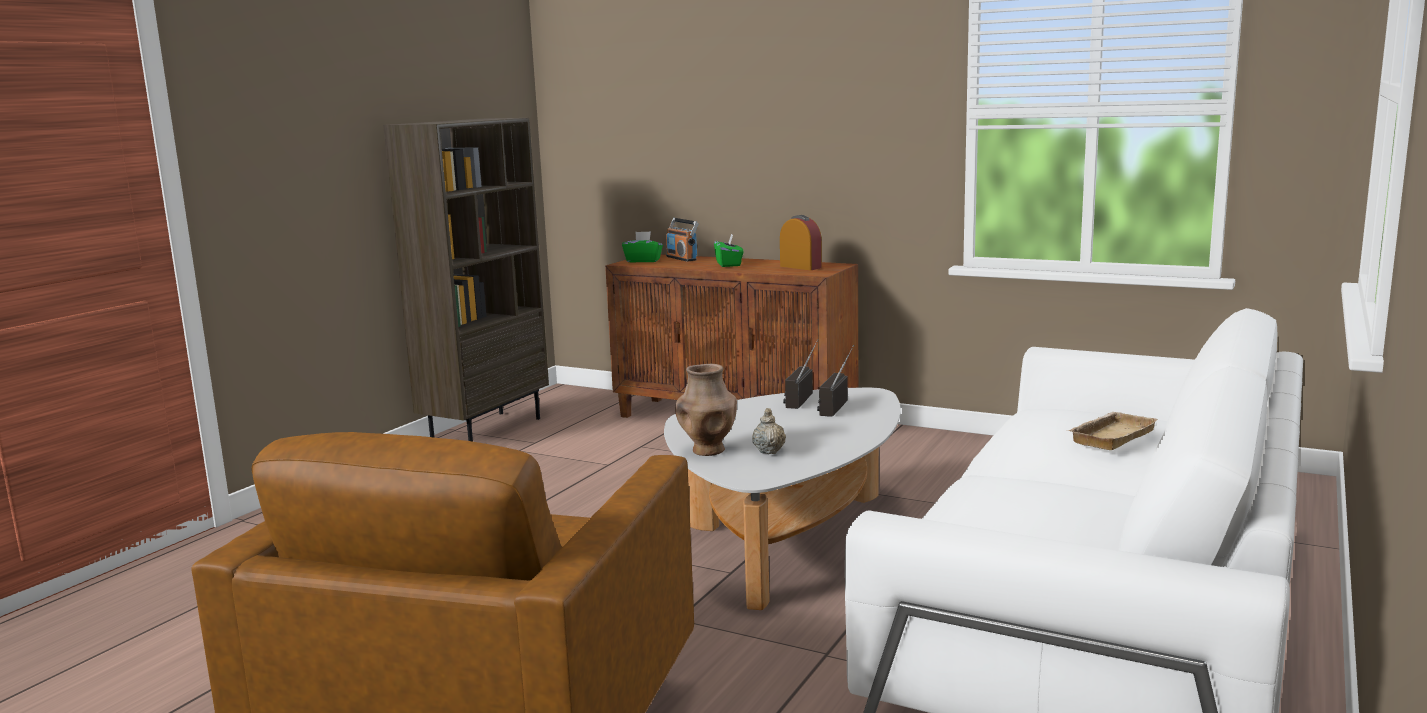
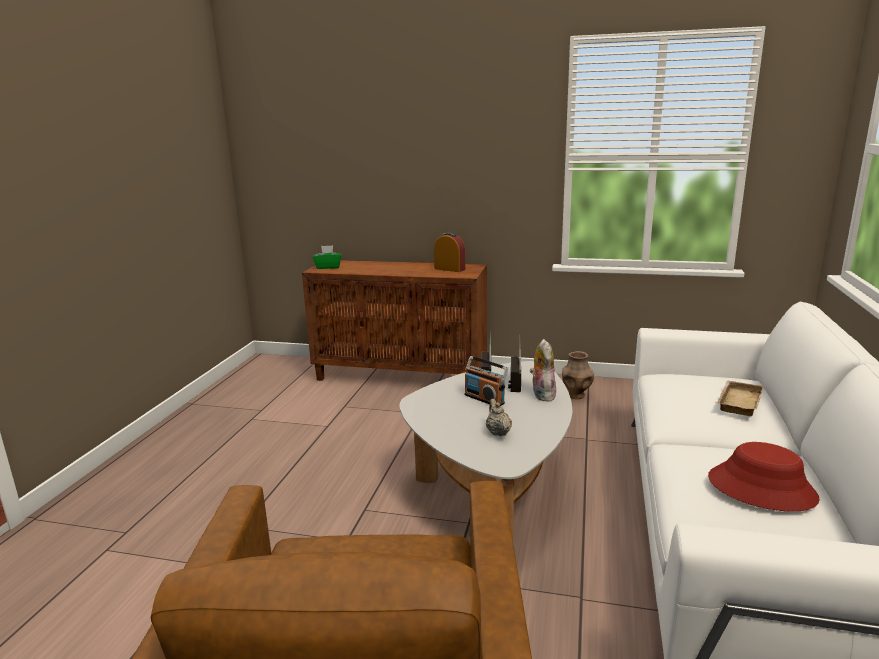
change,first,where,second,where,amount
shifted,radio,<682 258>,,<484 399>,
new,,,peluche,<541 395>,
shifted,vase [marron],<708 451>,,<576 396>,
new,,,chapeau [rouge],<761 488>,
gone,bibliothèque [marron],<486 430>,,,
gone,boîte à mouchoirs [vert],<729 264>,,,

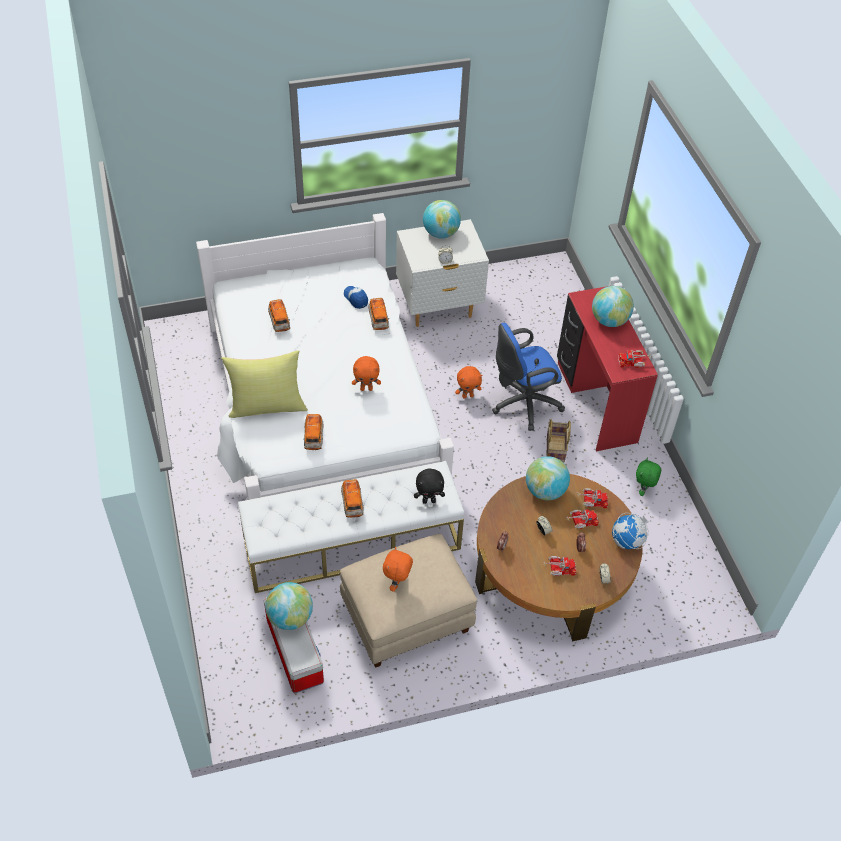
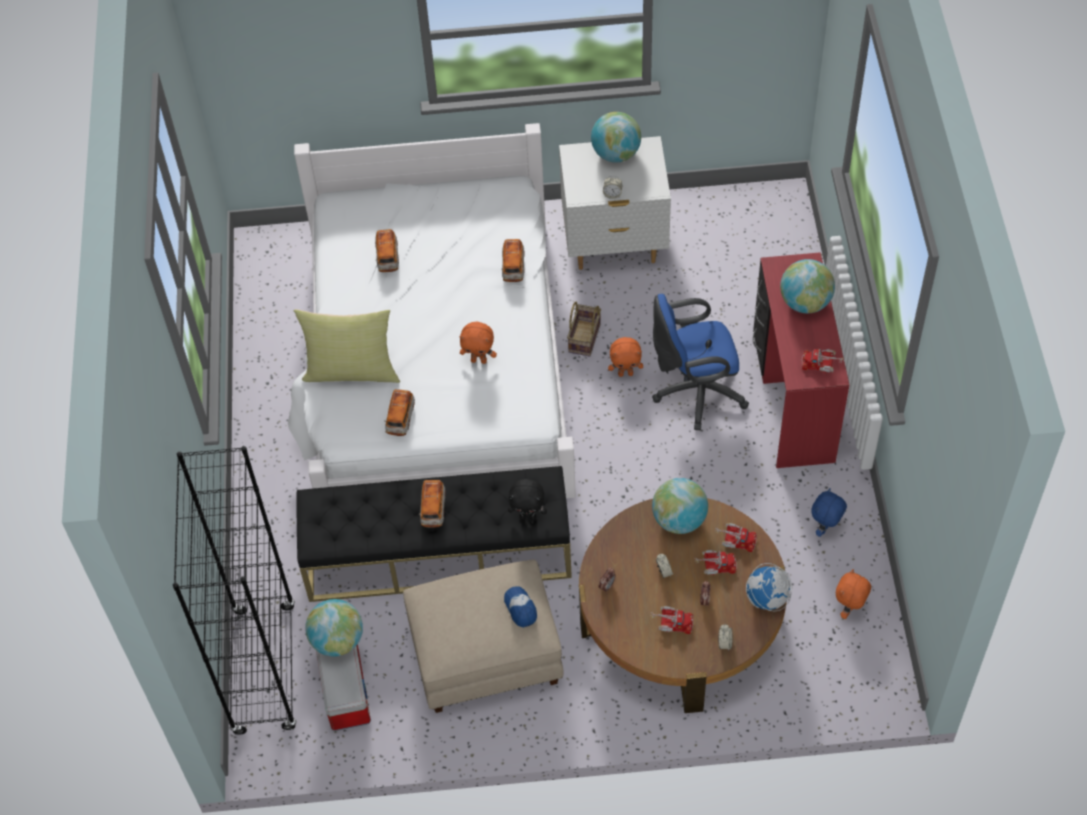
change,first,where,second,where,amount
new,,,bibliothèque [noir],<264 669>,
repainted,banc [blanc],<352 543>,banc [noir],<438 554>,
shifted,casquette,<356 299>,,<521 608>,
shifted,panier,<556 449>,,<585 339>,
repainted,peluche [vert],<643 490>,peluche [bleu],<825 528>,
shifted,peluche [orange],<397 583>,,<849 609>,

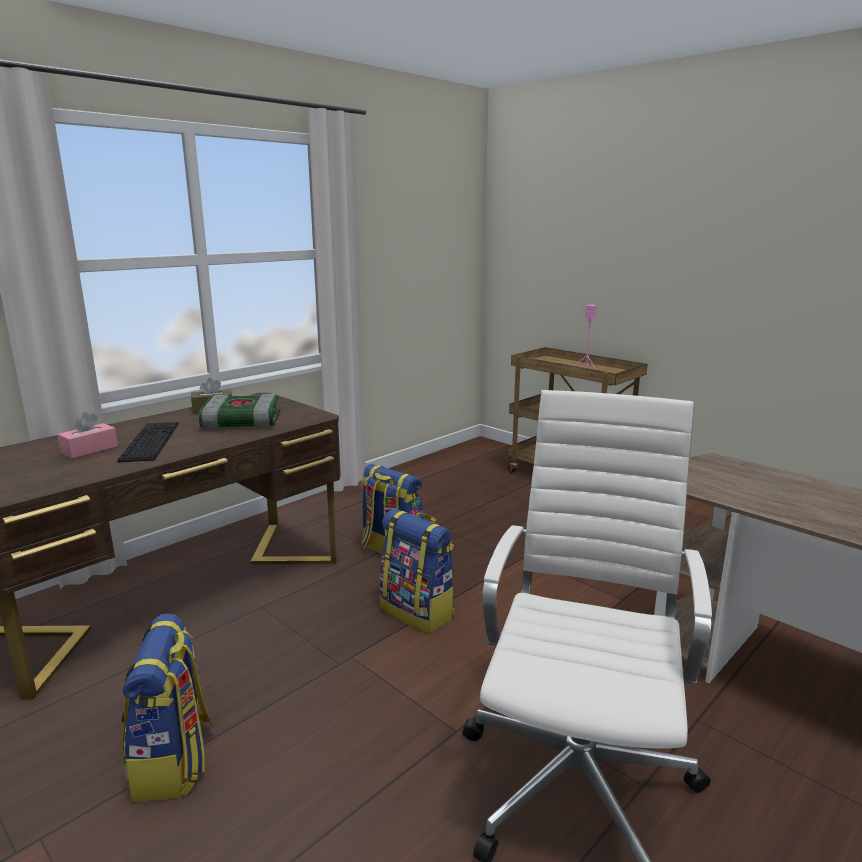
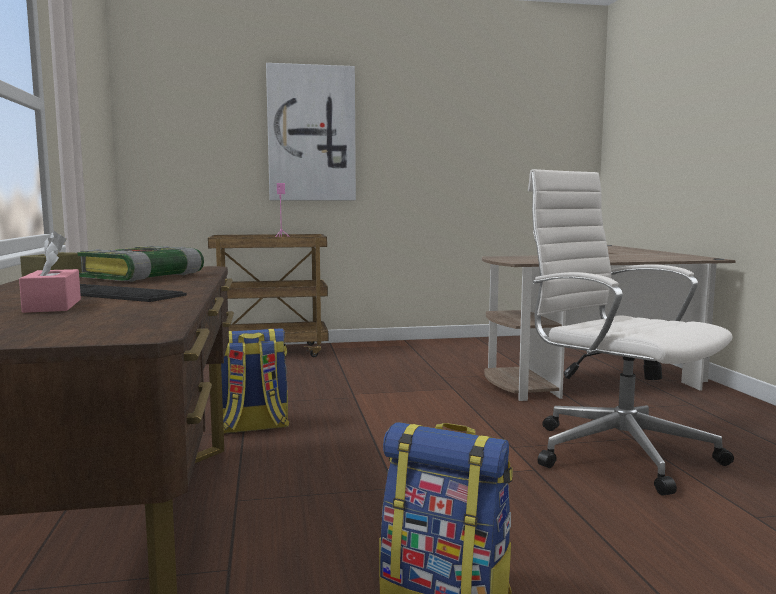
change,first,where,second,where,amount
new,,,tableau,<311 133>,
gone,sac à dos,<418 612>,,,

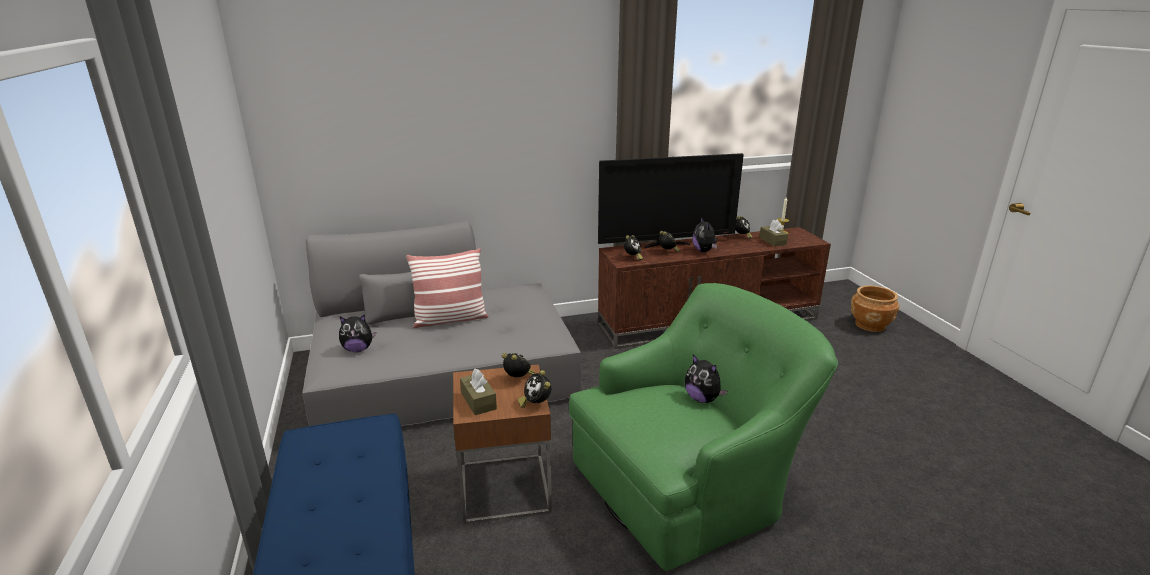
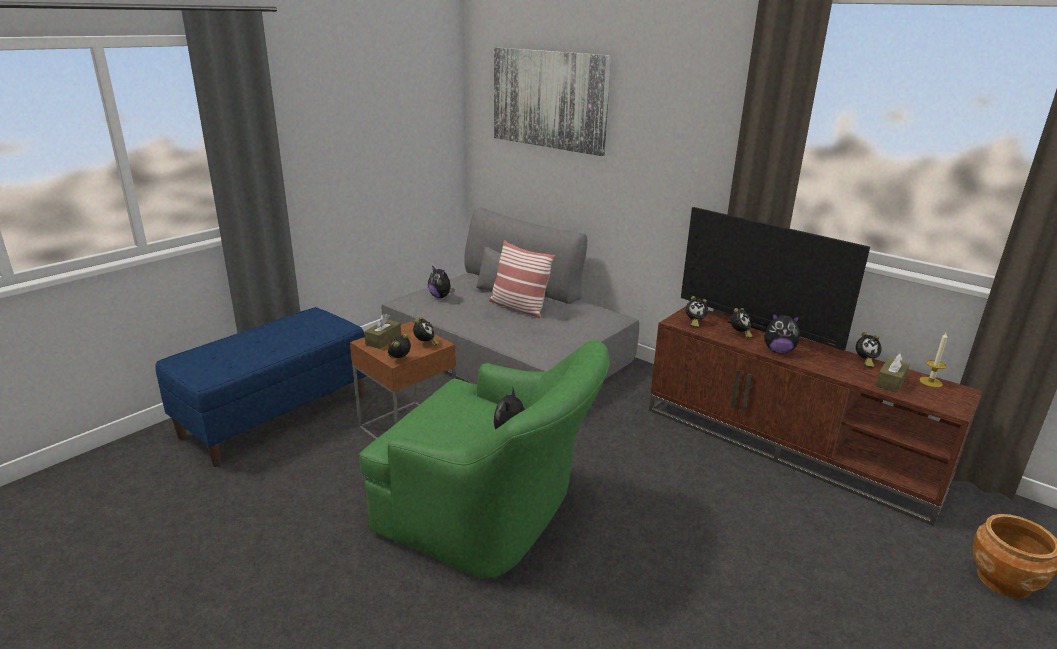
change,first,where,second,where,amount
new,,,tableau,<549 99>,
rotated,peluche,<704 251>,,<778 351>,120 degrees counterclockwise

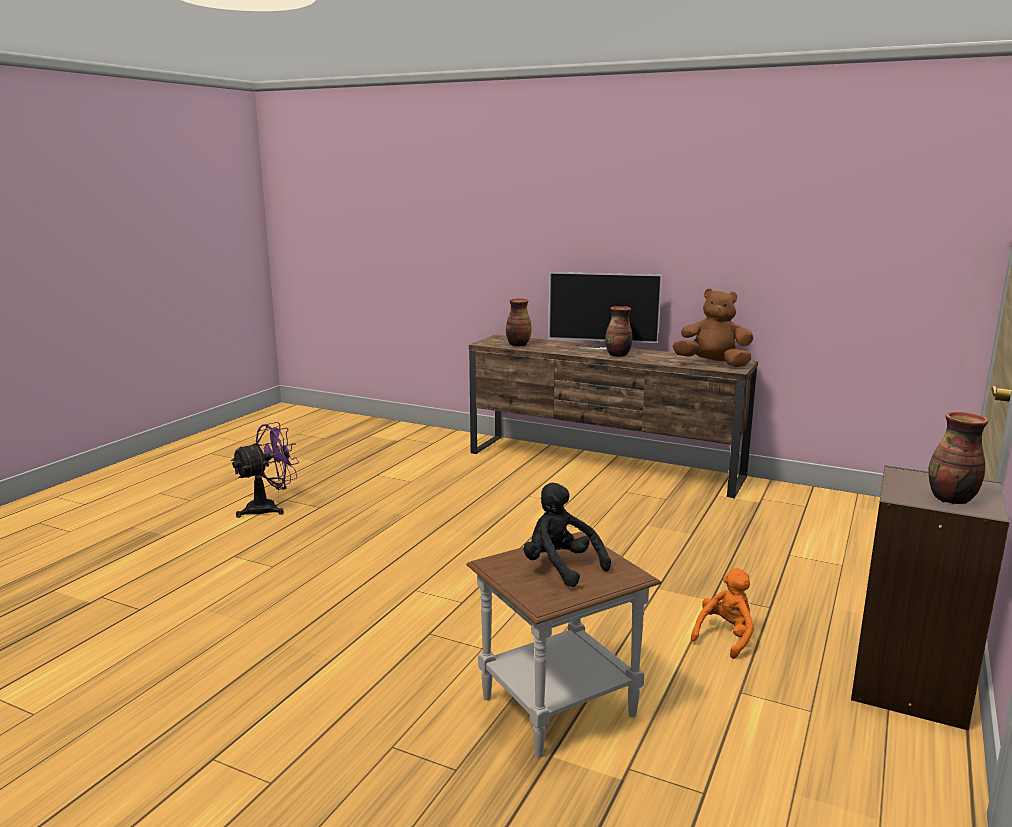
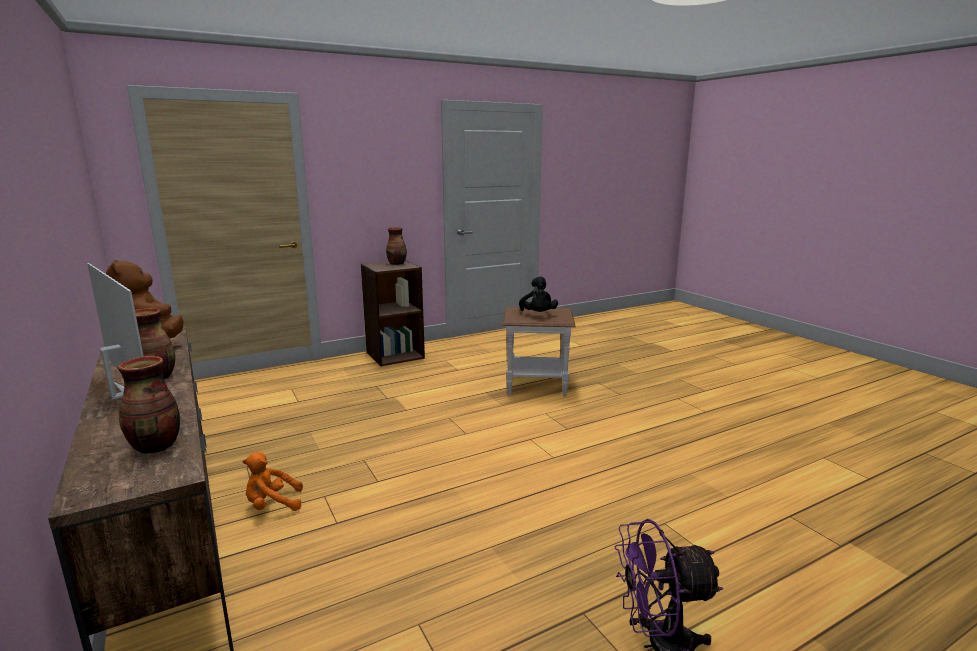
change,first,where,second,where,amount
shifted,peluche [orange],<725 637>,,<272 505>,

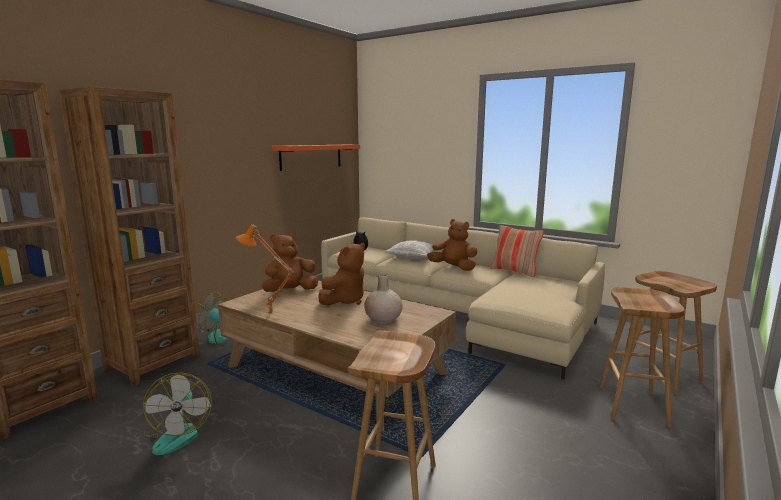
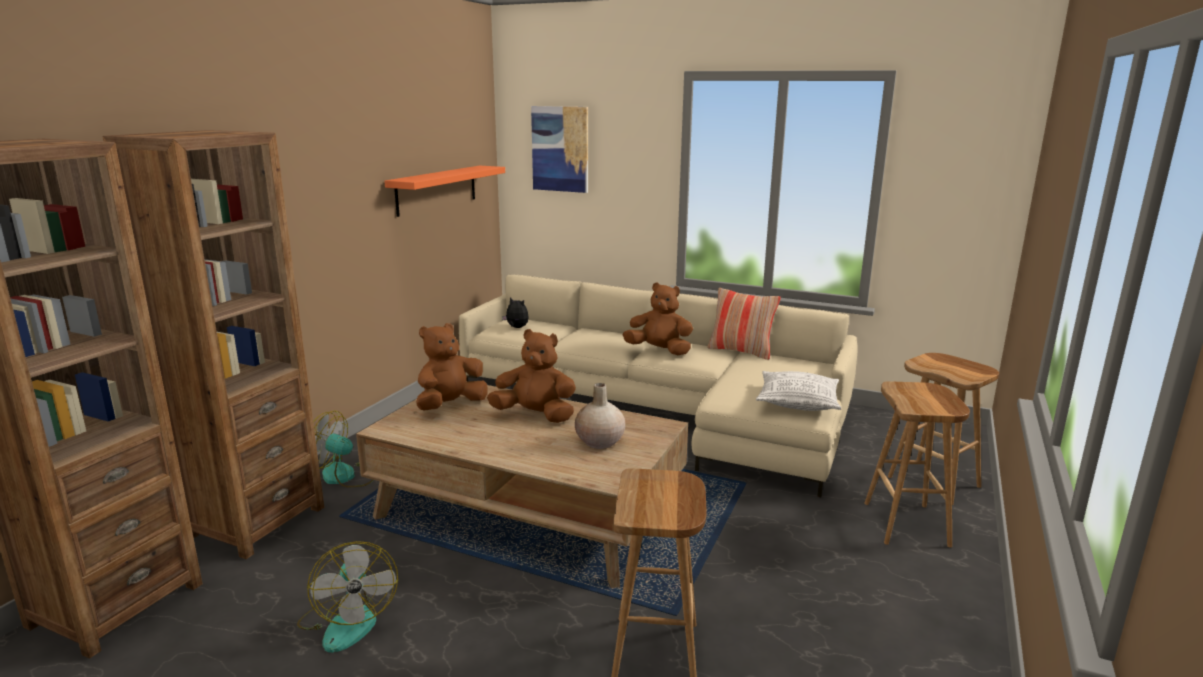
change,first,where,second,where,amount
rotated,peluche [marron],<345 300>,,<535 415>,105 degrees counterclockwise
new,,,tableau,<560 149>,
shifted,coussin,<413 257>,,<798 402>,
gone,lampe de table [orange],<268 316>,,,

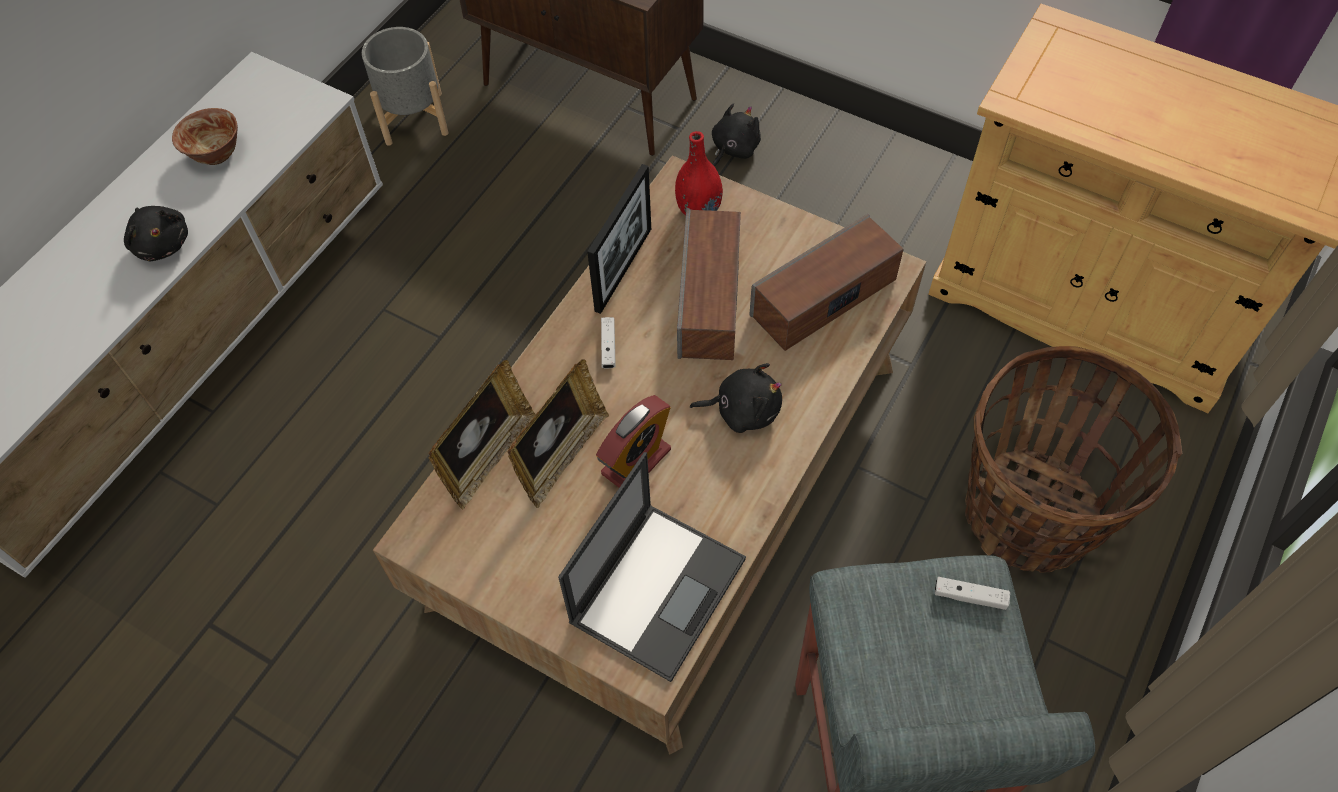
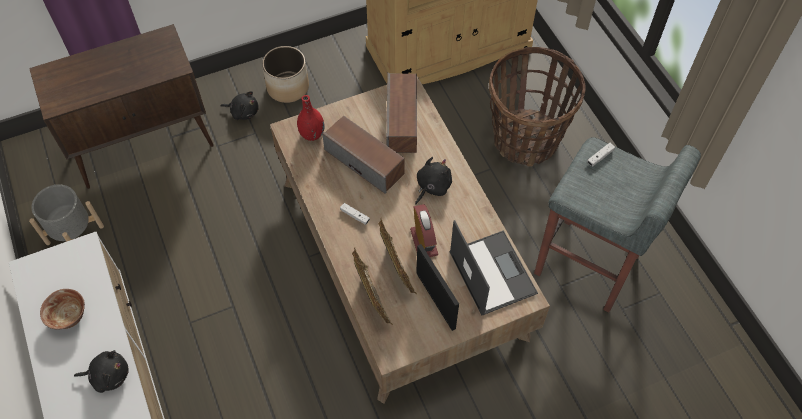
change,first,where,second,where,amount
rotated,peluche [noir],<733 149>,,<243 112>,120 degrees clockwise
new,,,cache-pot,<288 87>,
shifted,cadre photo,<623 269>,,<435 300>,

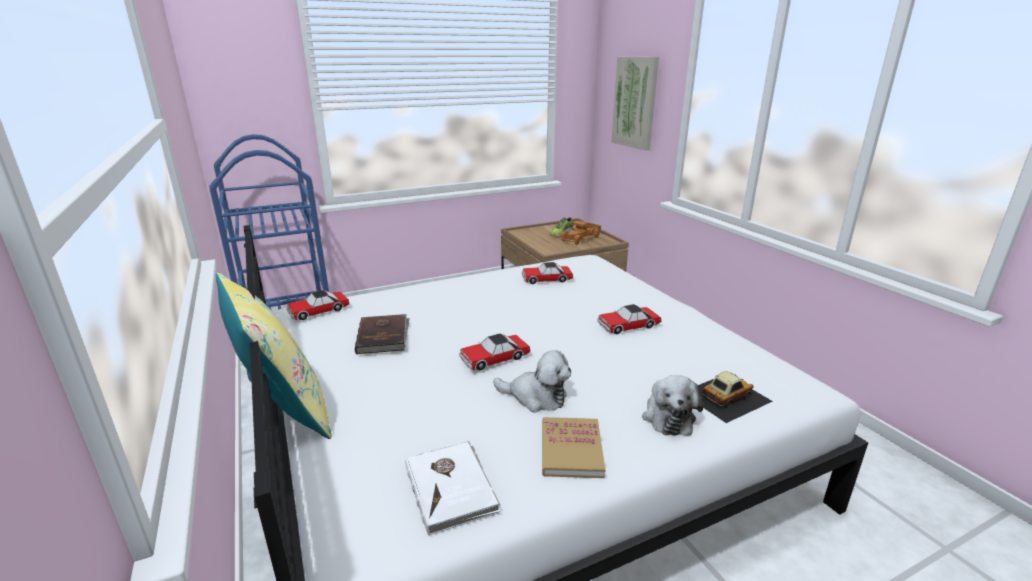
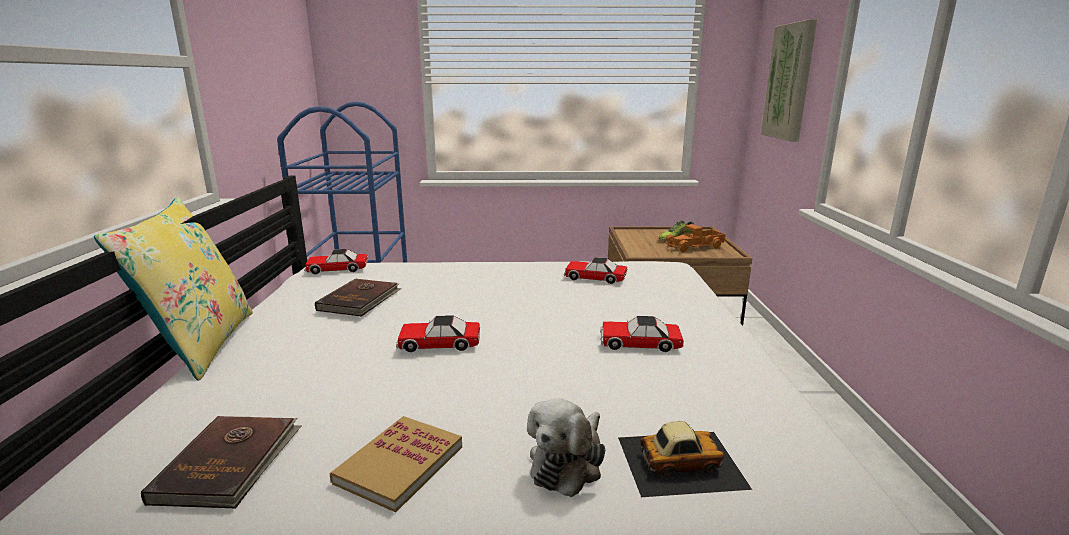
change,first,where,second,where,amount
repainted,livre [blanc],<451 488>,livre [marron],<230 463>,
gone,peluche,<536 397>,,,

